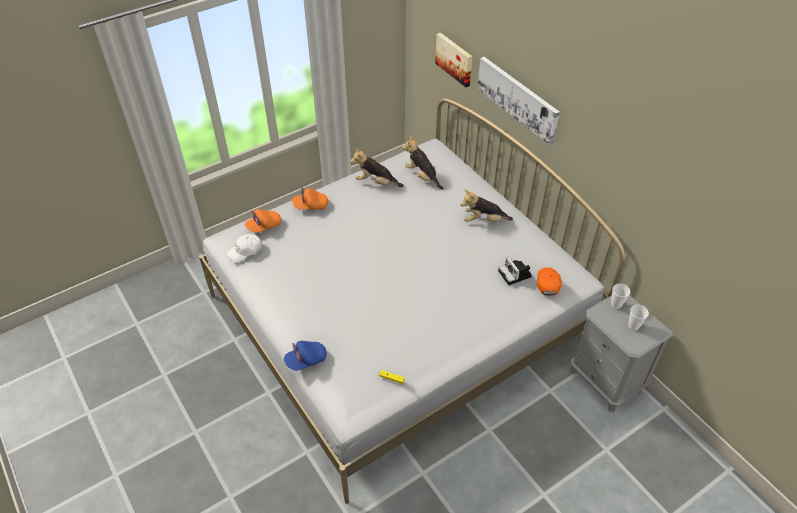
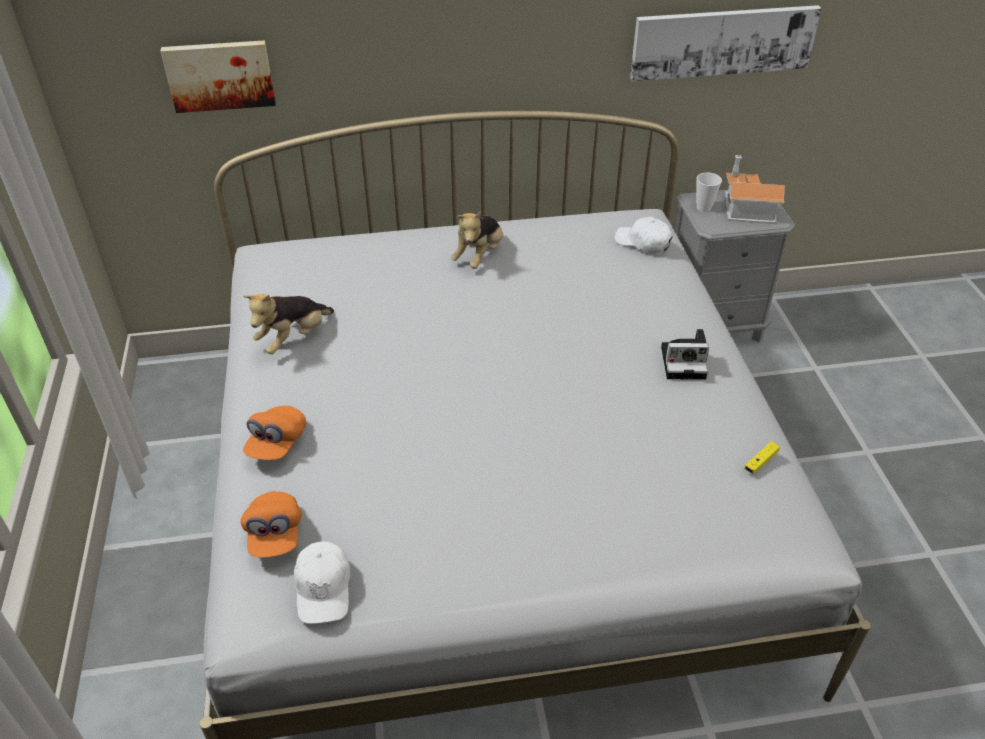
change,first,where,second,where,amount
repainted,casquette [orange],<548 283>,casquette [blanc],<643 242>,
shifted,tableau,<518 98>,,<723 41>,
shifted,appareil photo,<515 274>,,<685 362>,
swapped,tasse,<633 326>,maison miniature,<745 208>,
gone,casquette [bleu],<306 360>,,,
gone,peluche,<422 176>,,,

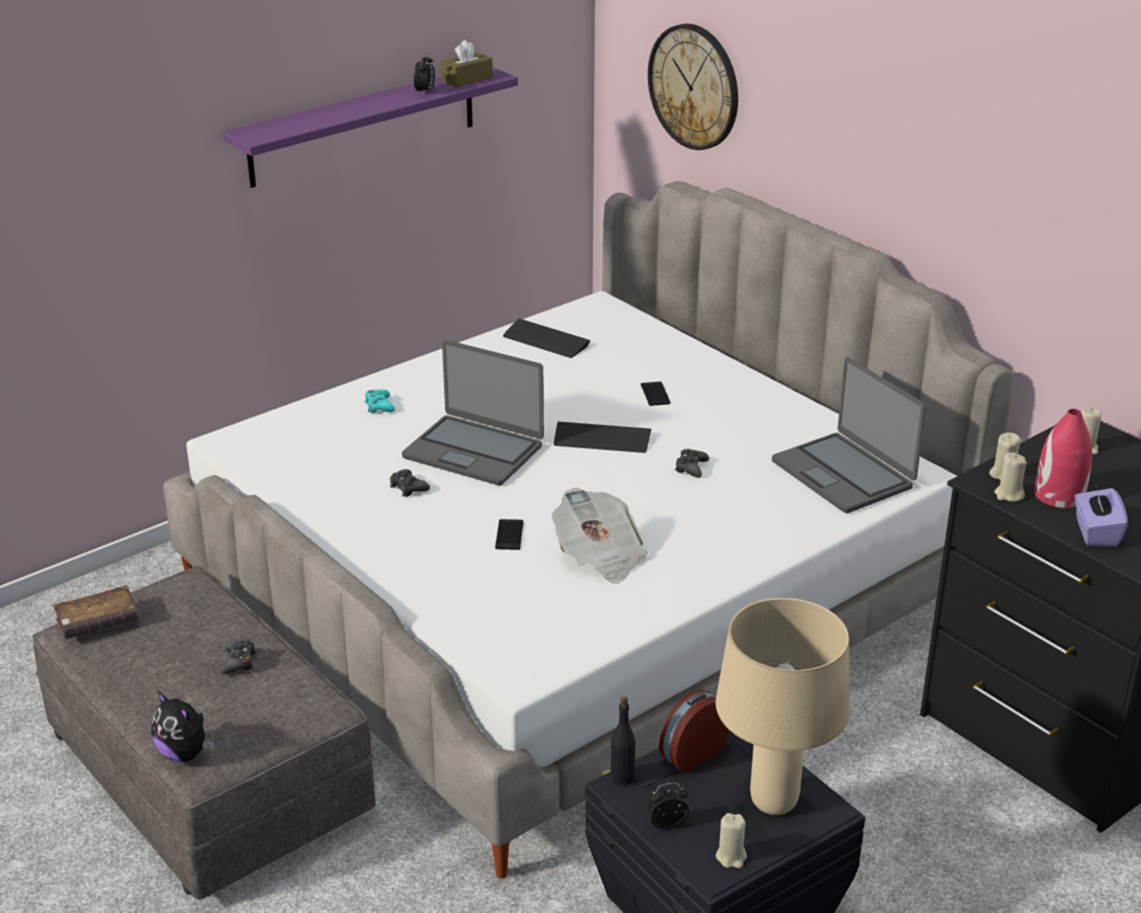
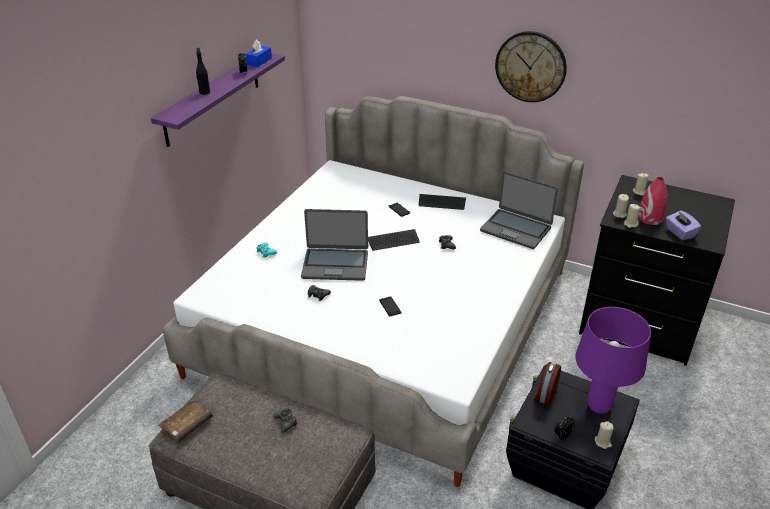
change,first,where,second,where,amount
shifted,bouteille [noir],<622 777>,,<204 92>,
repainted,boîte à mouchoirs [marron],<467 79>,boîte à mouchoirs [bleu],<259 61>,
shifted,clavier,<546 340>,,<442 203>,
shifted,horloge murale,<694 86>,,<530 66>,
repainted,lampe de table [beige],<775 802>,lampe de table [violet],<599 406>,
gone,peluche,<185 753>,,,
gone,journal,<599 557>,,,

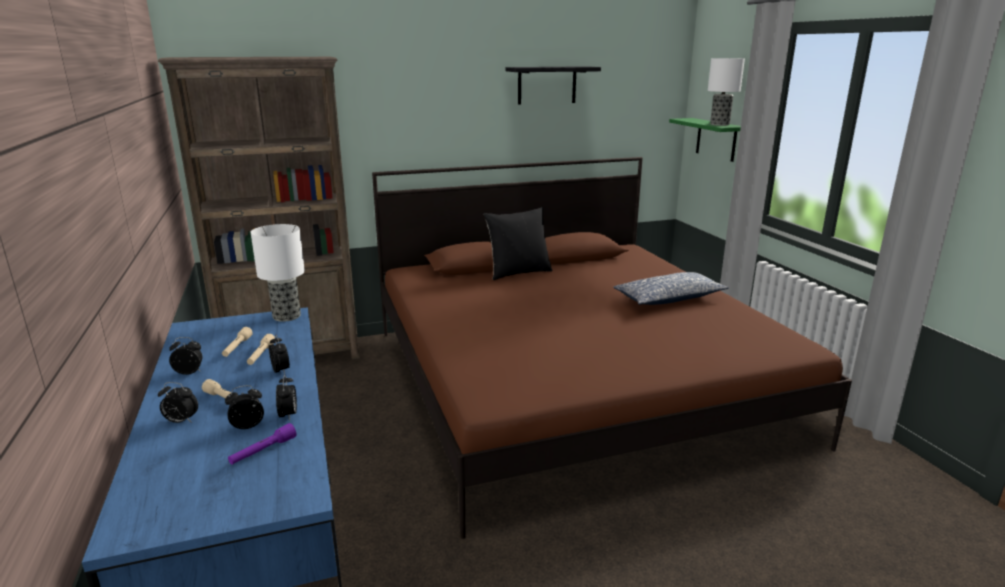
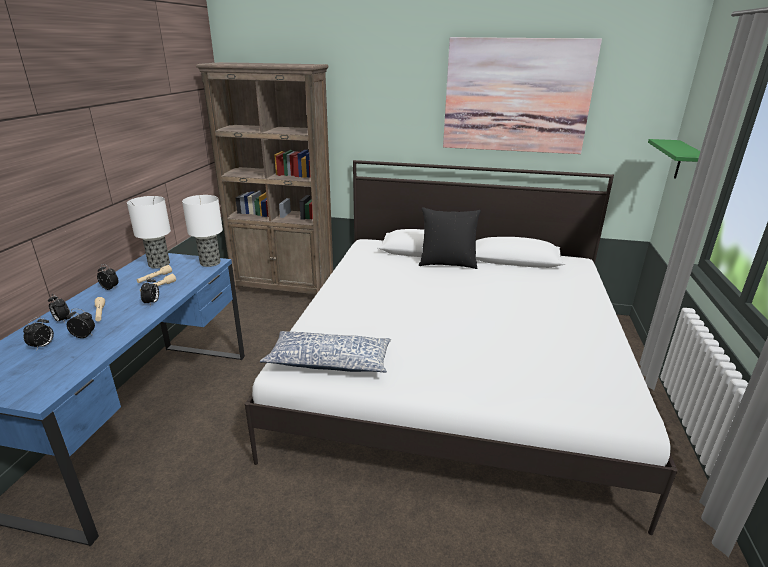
change,first,where,second,where,amount
shifted,réveil,<288 415>,,<43 346>,
shifted,lampe de table,<719 124>,,<158 264>,
repainted,lit [marron],<572 383>,lit [blanc],<456 371>,
shifted,coussin,<668 299>,,<329 362>,
swapped,étagère [noir],<547 85>,tableau,<516 96>,
gone,lampe de poche [violet],<263 451>,,,

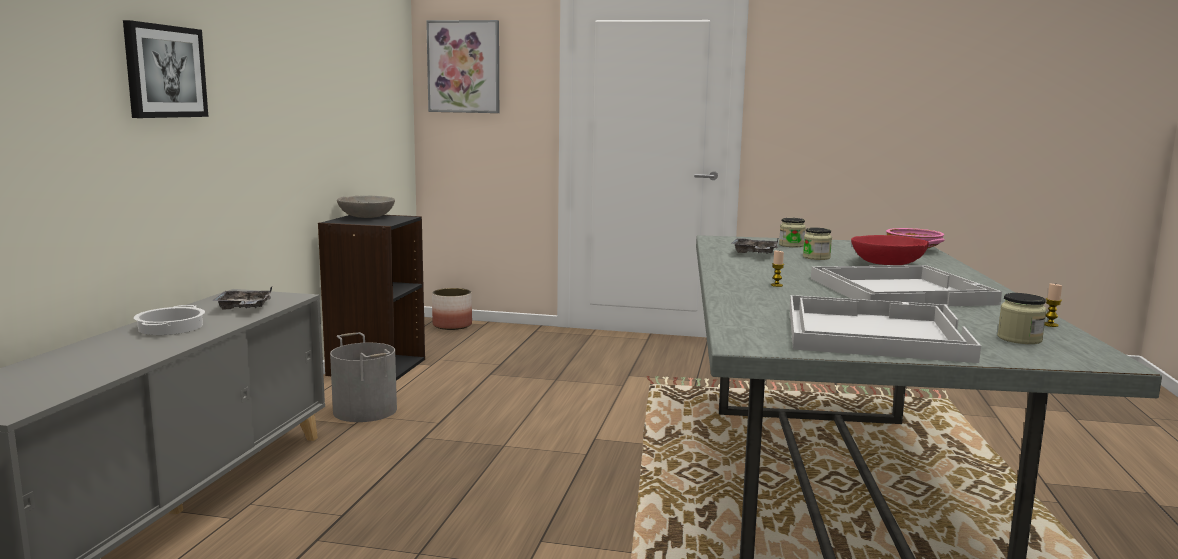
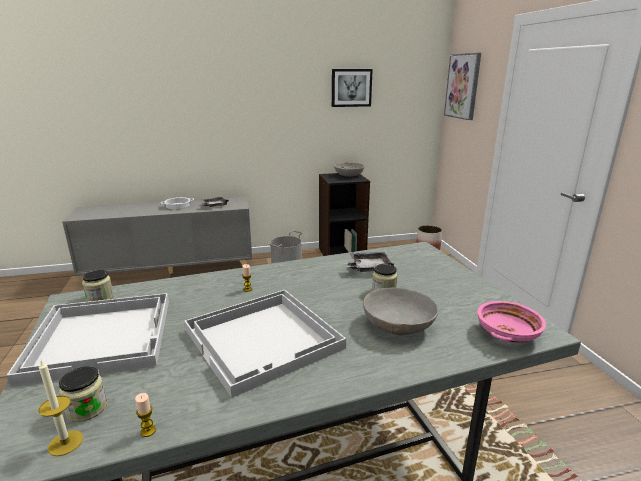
change,first,where,second,where,amount
new,,,bougie,<65 443>,
shifted,bocal,<791 245>,,<100 298>,
shifted,tableau,<164 71>,,<351 88>,
repainted,bol [rouge],<887 263>,bol [gris],<399 325>,

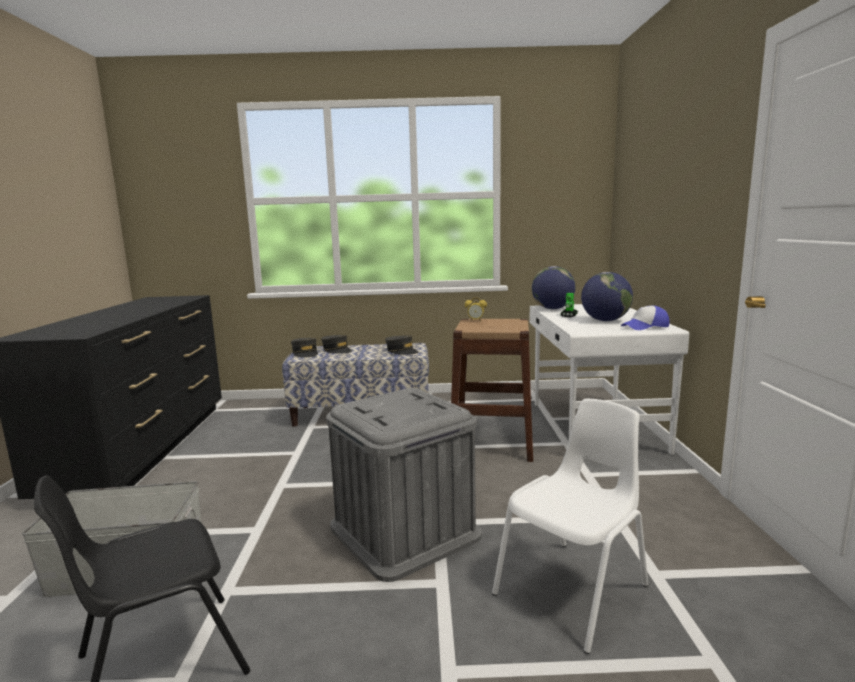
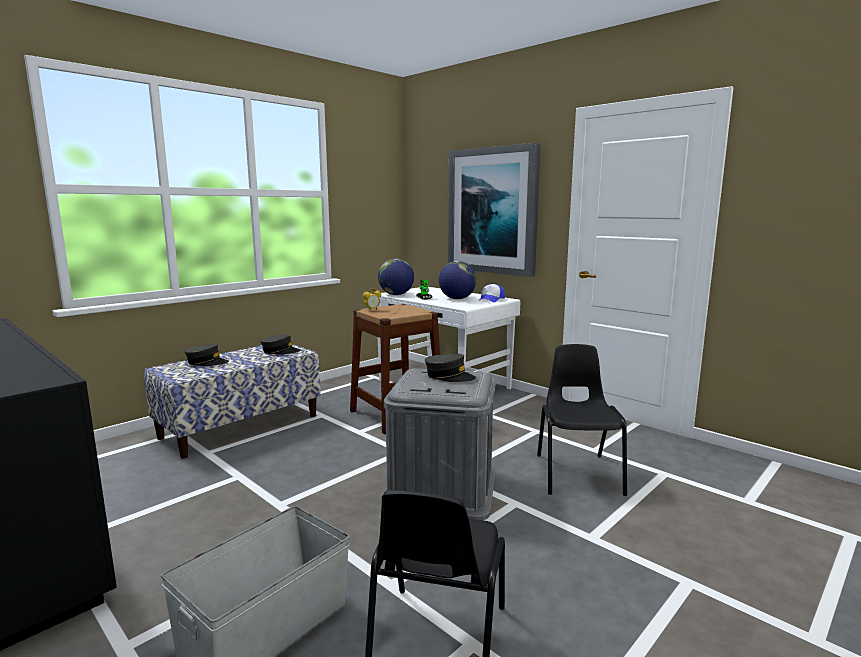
change,first,where,second,where,amount
shifted,casquette [gris],<305 353>,,<449 376>,
new,,,tableau,<493 211>,
repainted,chaise [blanc],<574 590>,chaise [noir],<577 473>,

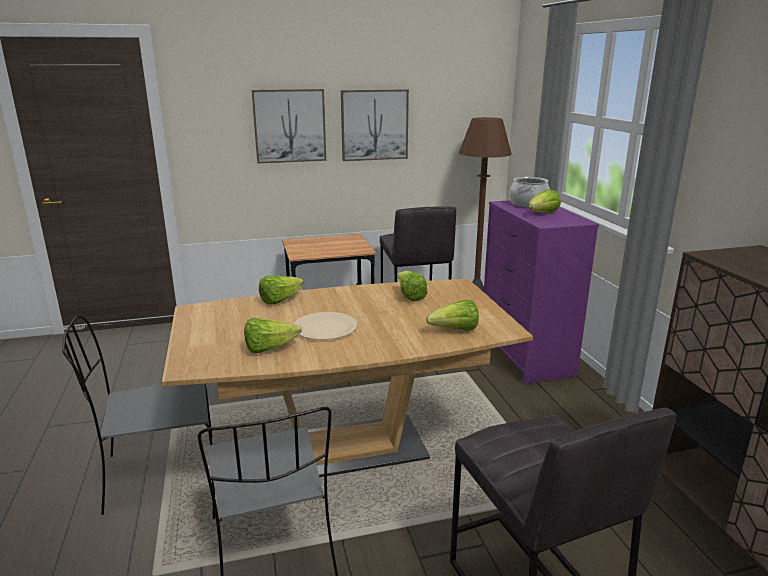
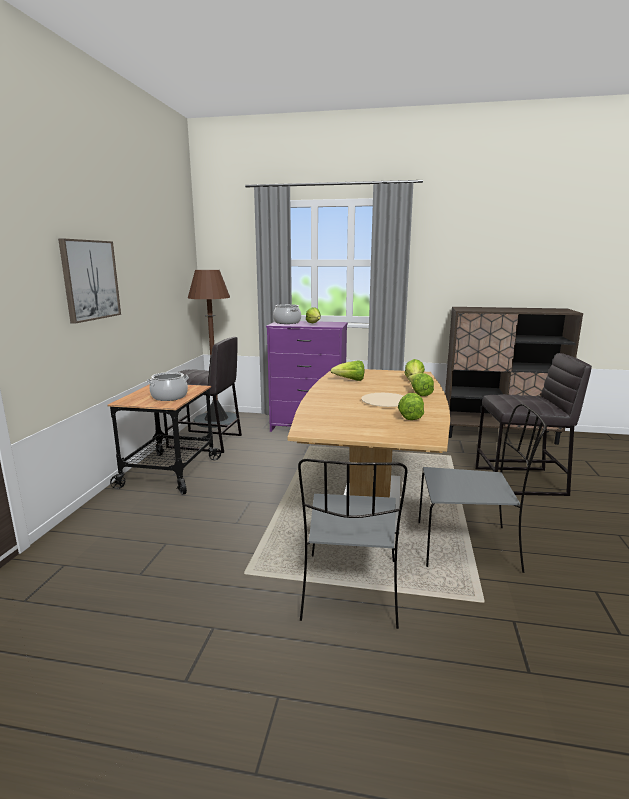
change,first,where,second,where,amount
new,,,marmite,<169 397>,
shifted,laitue,<280 301>,,<418 393>,
gone,tableau,<374 125>,,,

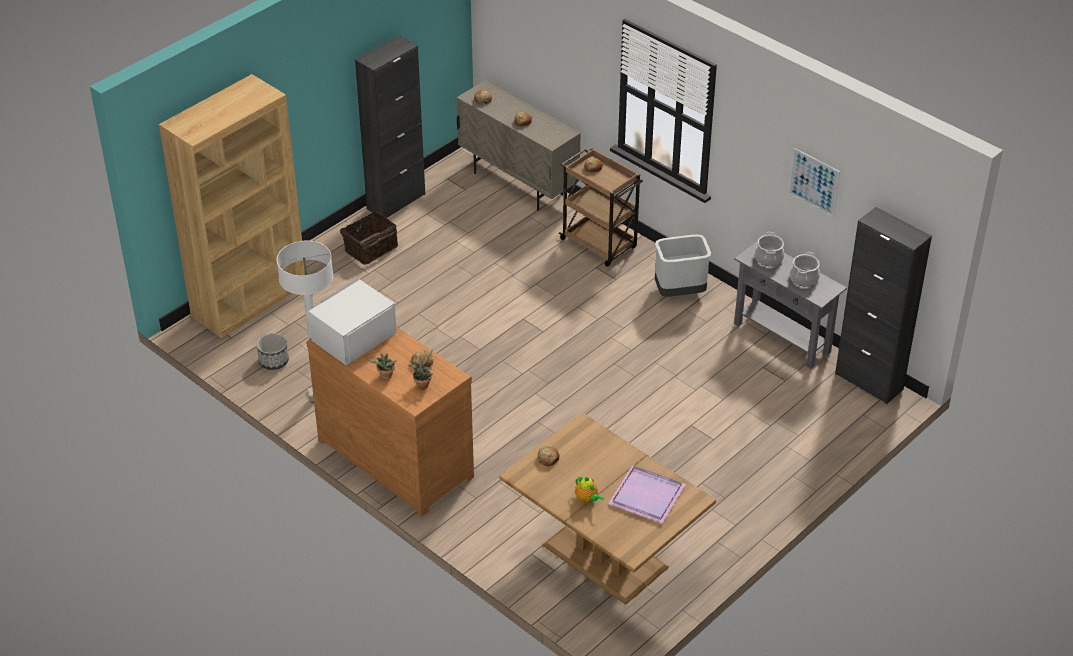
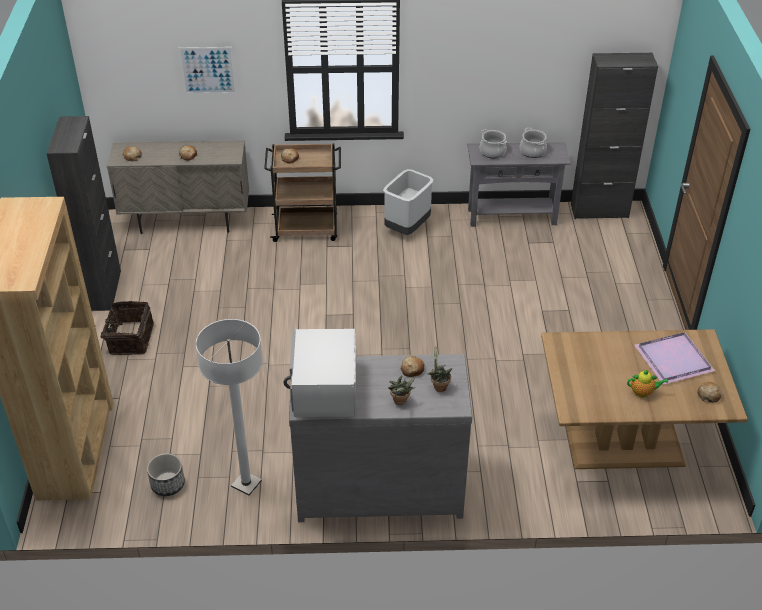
change,first,where,second,where,amount
shifted,tableau,<813 182>,,<208 70>,
repainted,commode [marron],<397 457>,commode [gris],<378 485>,
shifted,pain,<548 459>,,<708 395>,

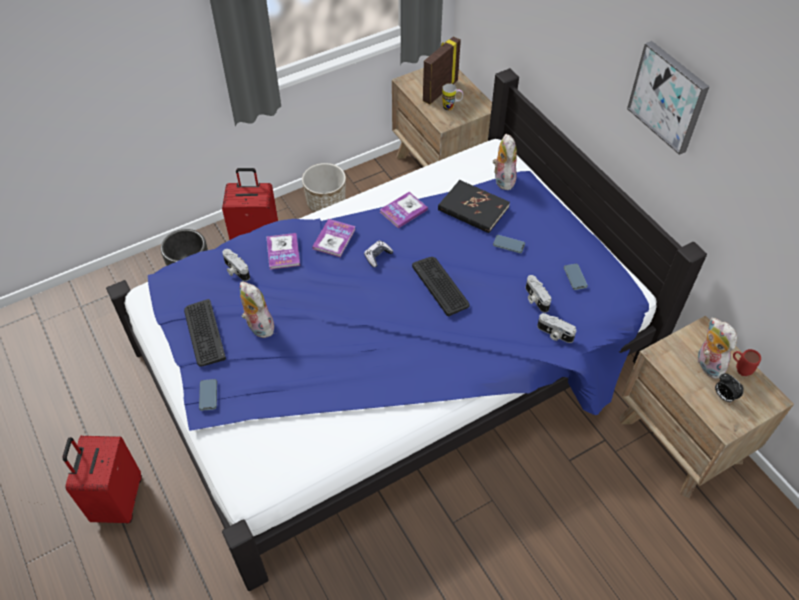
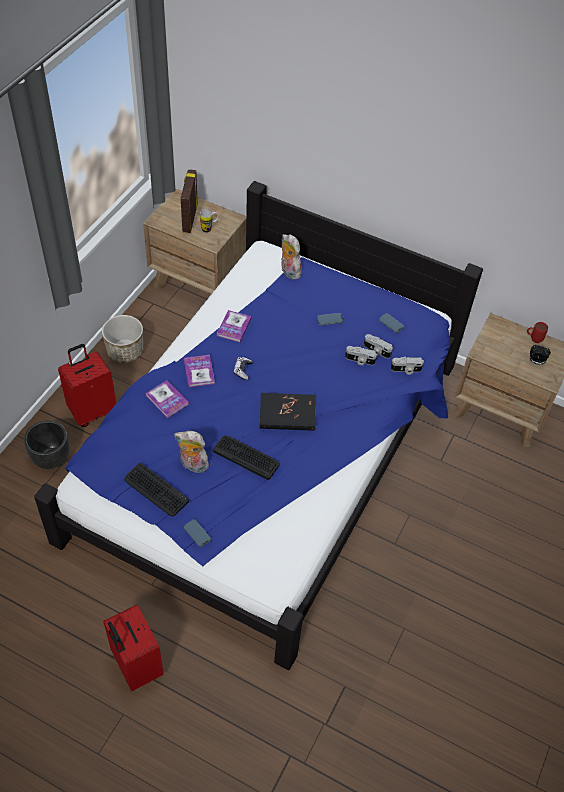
change,first,where,second,where,amount
shifted,clavier,<440 285>,,<246 457>,
shifted,livre [noir],<473 209>,,<287 414>,
shifted,appareil photo,<235 270>,,<359 360>,
gone,tableau,<669 97>,,,
gone,peluche,<707 365>,,,

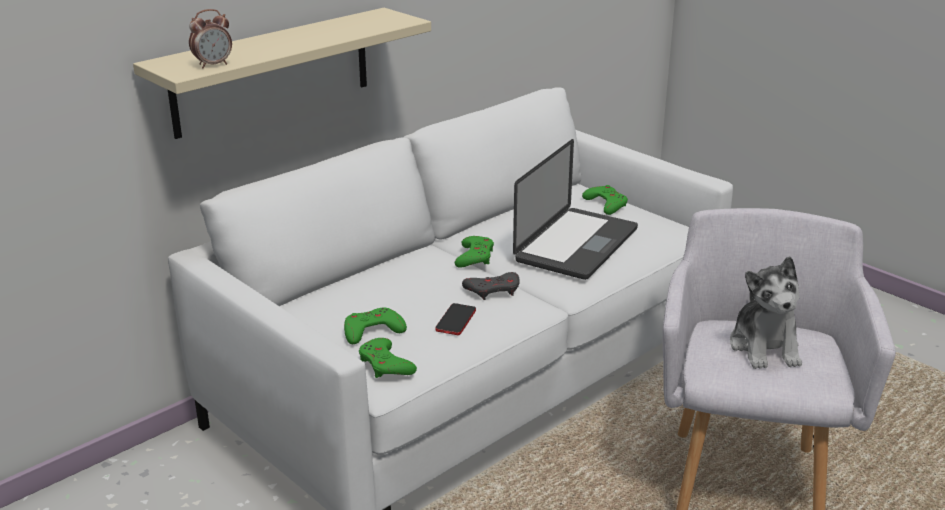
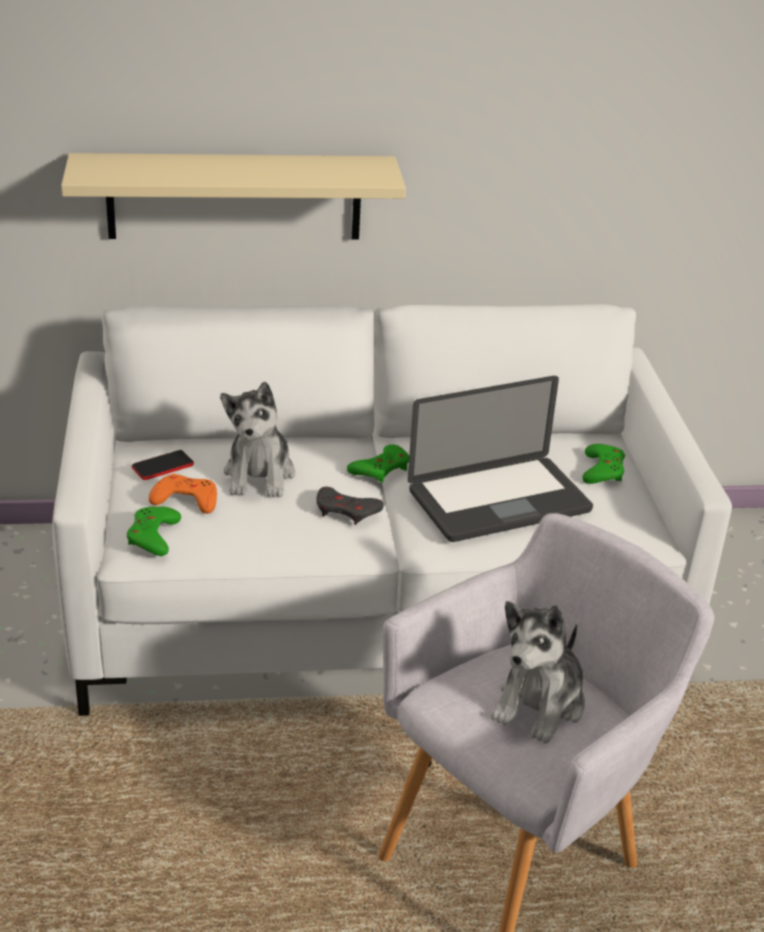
change,first,where,second,where,amount
shifted,téléphone,<456 320>,,<163 466>,
repainted,manette [vert],<372 331>,manette [orange],<185 499>,
new,,,peluche,<259 475>,
gone,réveil,<213 65>,,,

